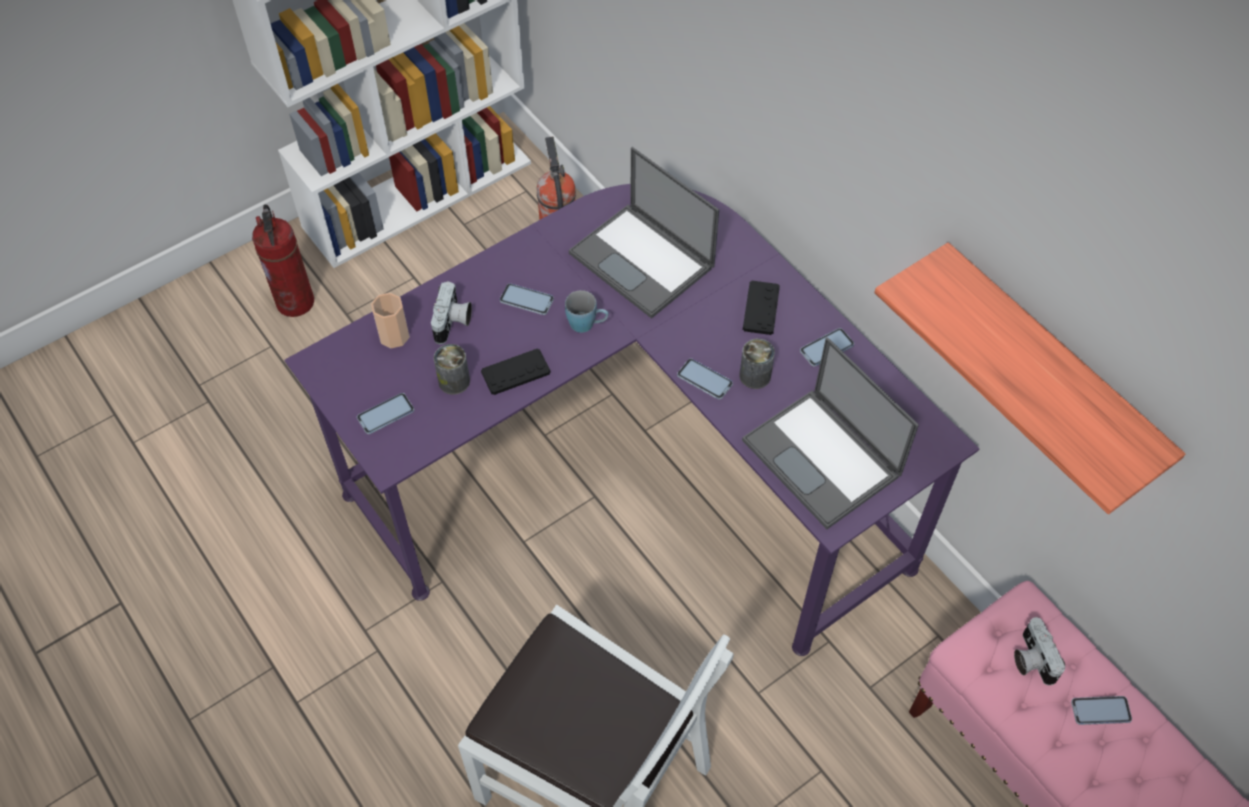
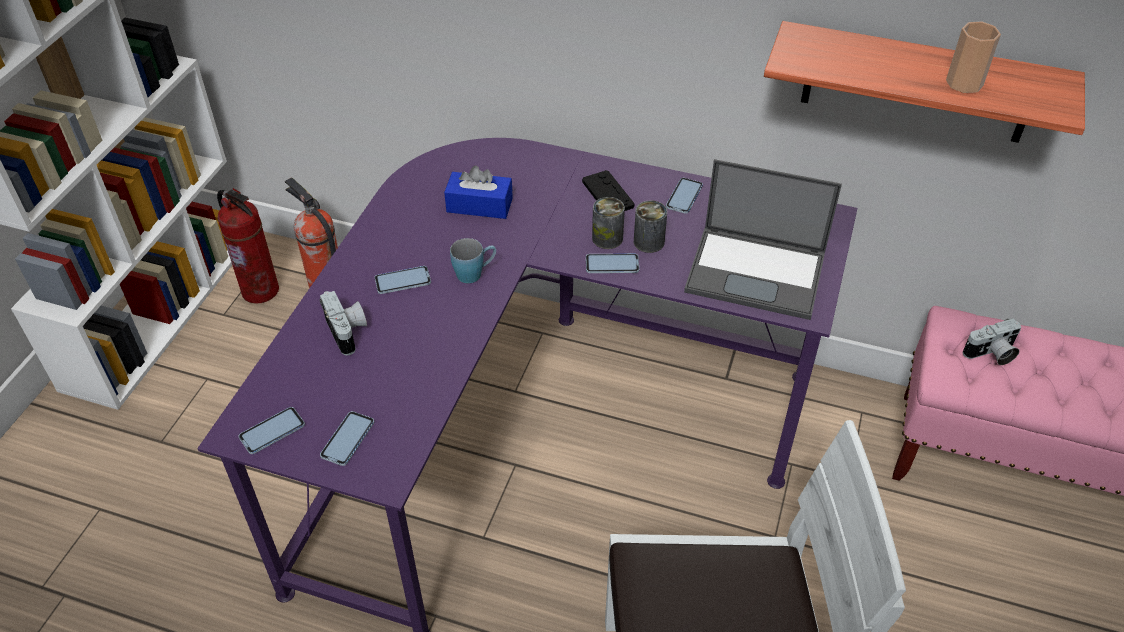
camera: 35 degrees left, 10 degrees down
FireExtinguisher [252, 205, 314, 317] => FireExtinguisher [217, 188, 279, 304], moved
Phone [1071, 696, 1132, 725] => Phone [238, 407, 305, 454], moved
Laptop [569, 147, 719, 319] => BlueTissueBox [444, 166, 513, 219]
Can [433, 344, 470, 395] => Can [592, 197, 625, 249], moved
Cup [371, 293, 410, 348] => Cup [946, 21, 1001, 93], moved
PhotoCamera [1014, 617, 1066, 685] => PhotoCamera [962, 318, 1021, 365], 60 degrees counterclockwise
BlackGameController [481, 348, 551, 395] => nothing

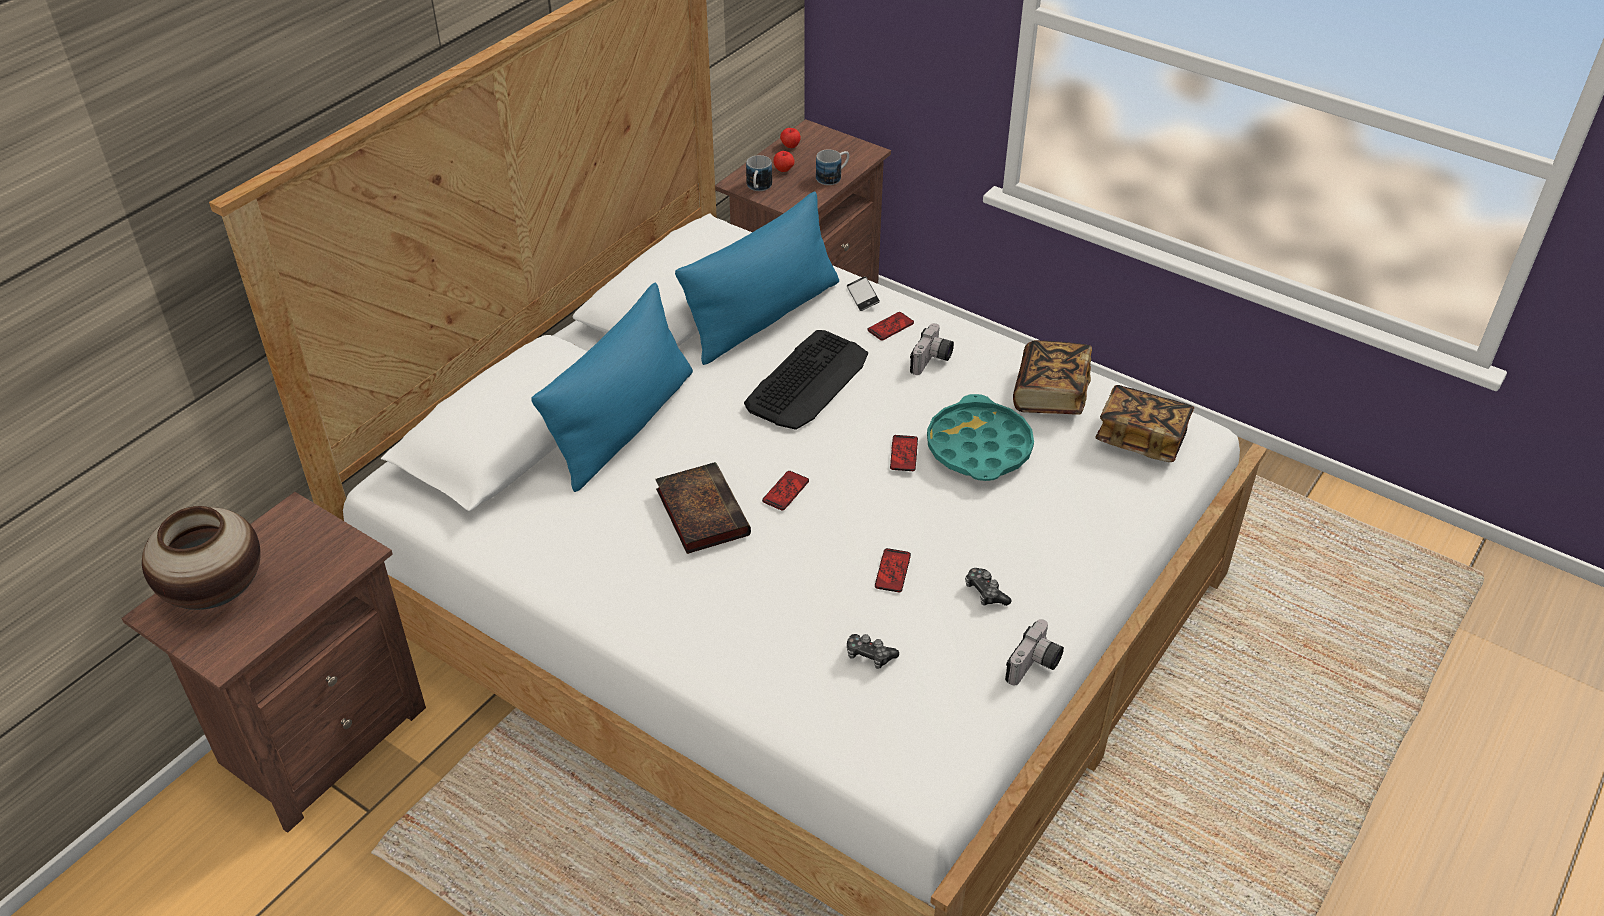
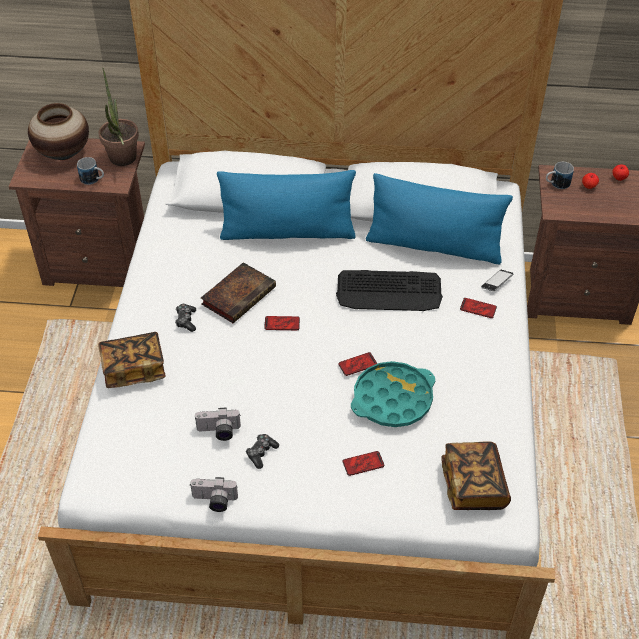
camera: 60 degrees right, 5 degrees up
Mug [816, 149, 849, 185] => Mug [77, 157, 104, 185], moved
Book [1013, 340, 1092, 415] => Book [98, 332, 166, 388], moved
nothing => PottedPlant [99, 68, 139, 166]
GameController [847, 634, 899, 669] => GameController [175, 304, 196, 332], moved
PhotoCamera [910, 323, 954, 375] => PhotoCamera [194, 407, 241, 441], moved
Phone [875, 548, 911, 592] => Phone [343, 451, 384, 476], moved

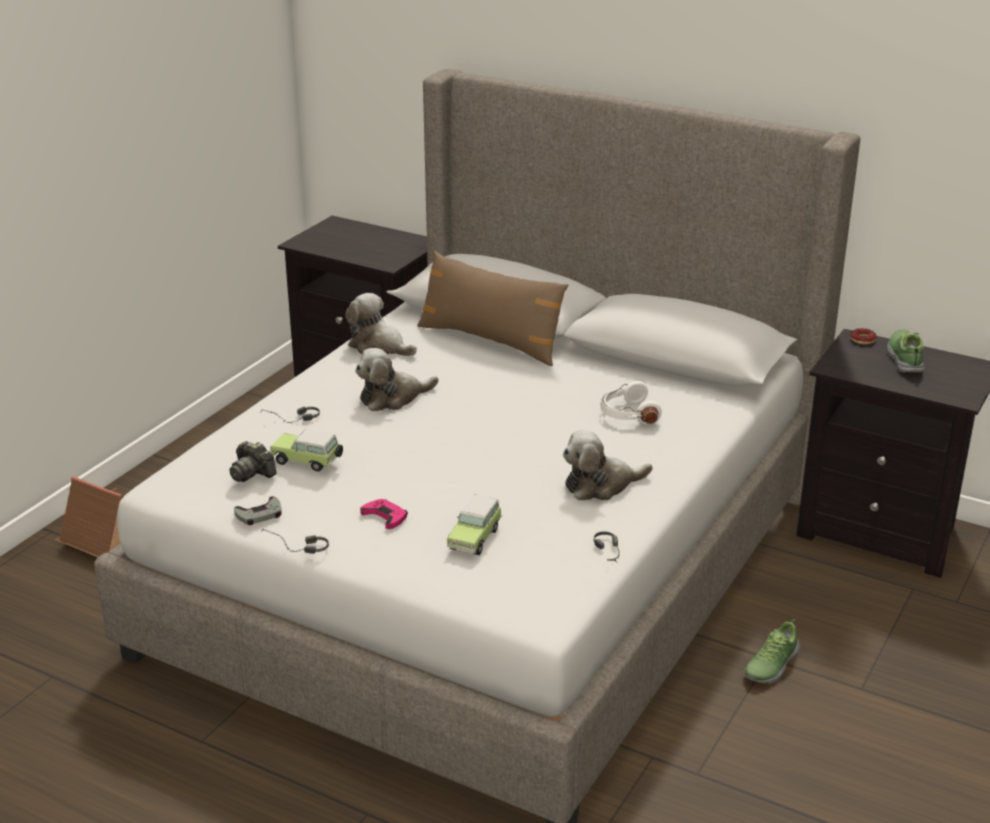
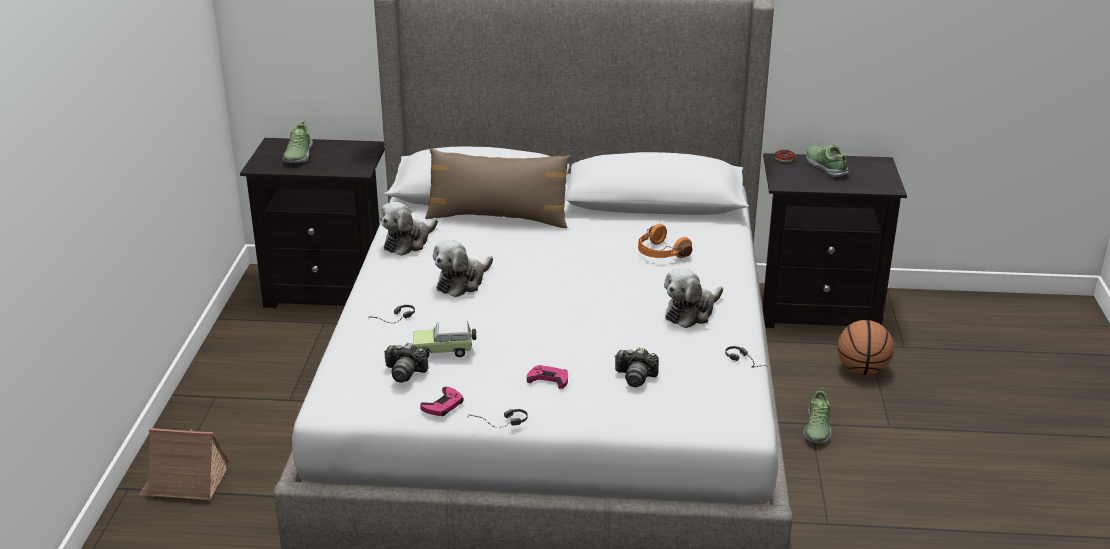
camera: 25 degrees left, 0 degrees up
nothing => Shoe [283, 121, 313, 163]
PlushToy [345, 293, 417, 356] => PlushToy [380, 202, 438, 256], 60 degrees counterclockwise
GreyGameController [234, 496, 281, 525] => PinkGameController [420, 387, 464, 416]
ToyCar [447, 494, 502, 555] => PhotoCamera [614, 347, 659, 387]
WhiteHeadphones [601, 381, 662, 425] => OrangeHeadphones [638, 224, 692, 258]
nothing => Basketball [837, 320, 894, 375]

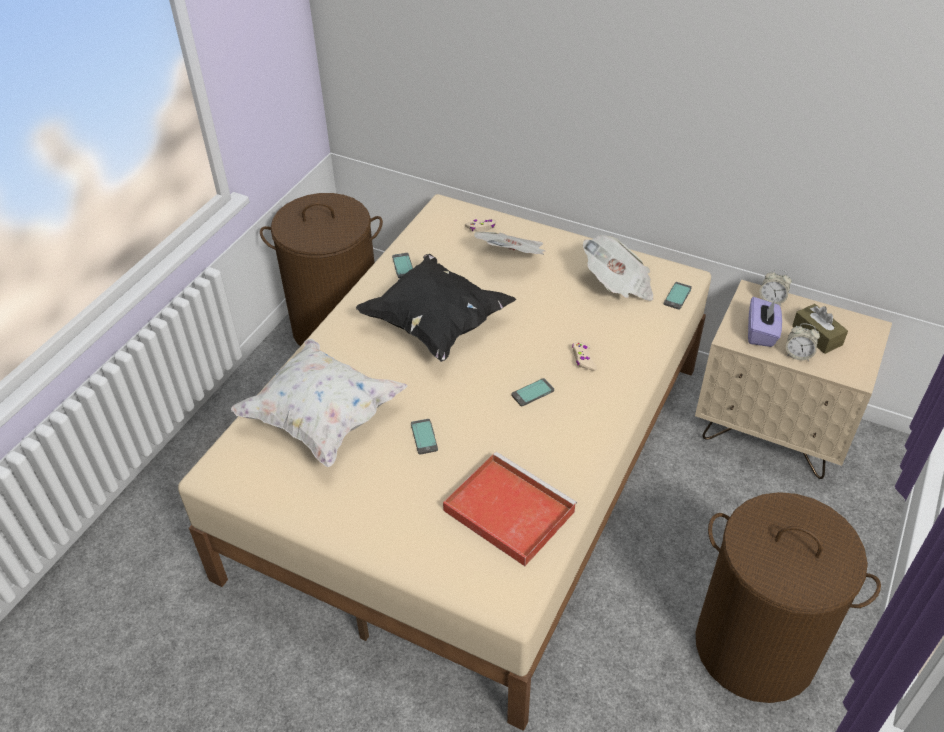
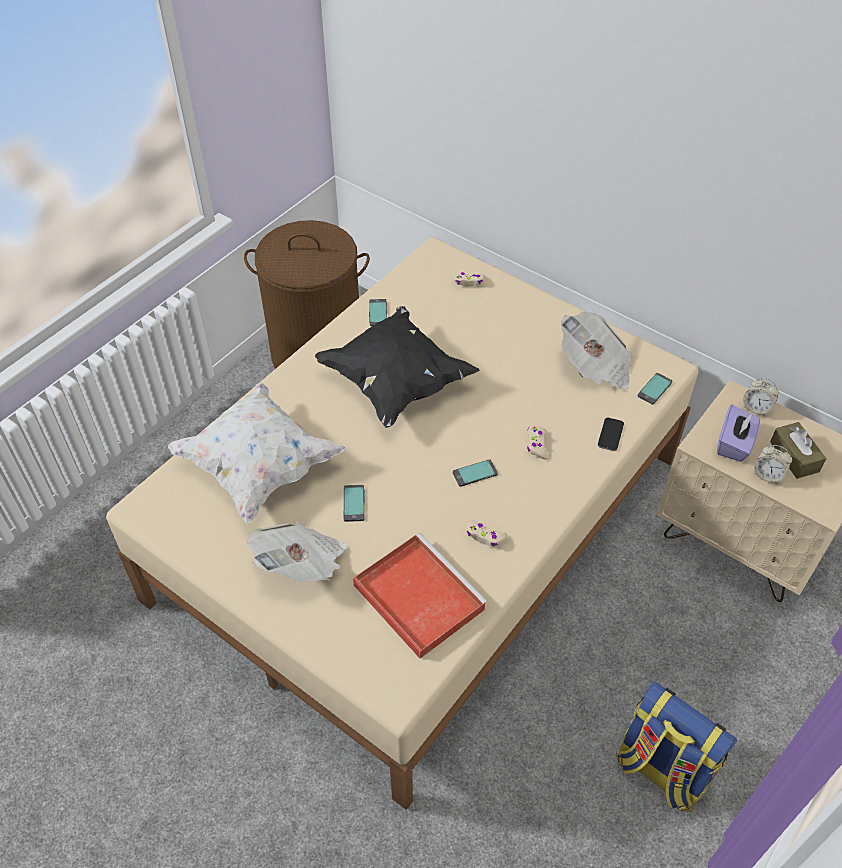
camera: 10 degrees right, 5 degrees up
Newspaper [474, 232, 545, 255] => Newspaper [247, 522, 347, 582], moved
nothing => BeigeGameController [467, 520, 508, 546]
nothing => Phone [598, 418, 624, 451]
BrownLaundryBasket [696, 492, 881, 703] => Backpack [616, 681, 737, 812]

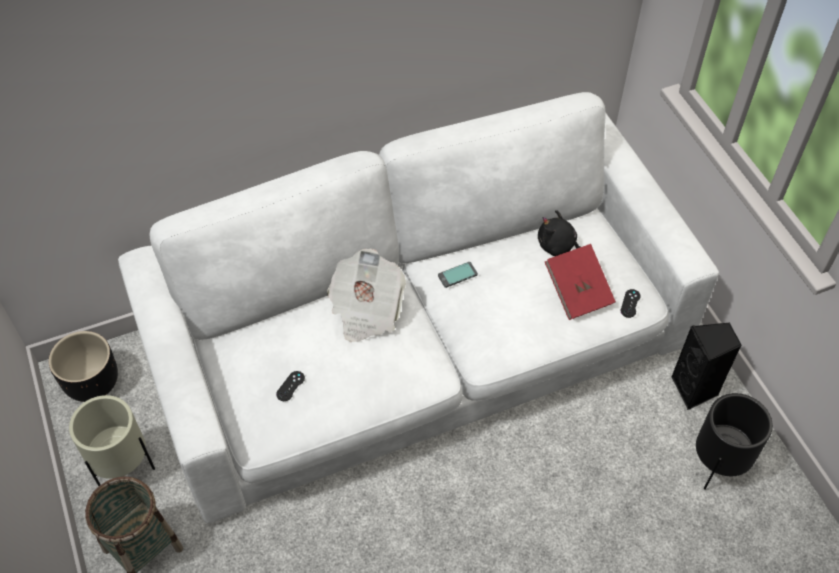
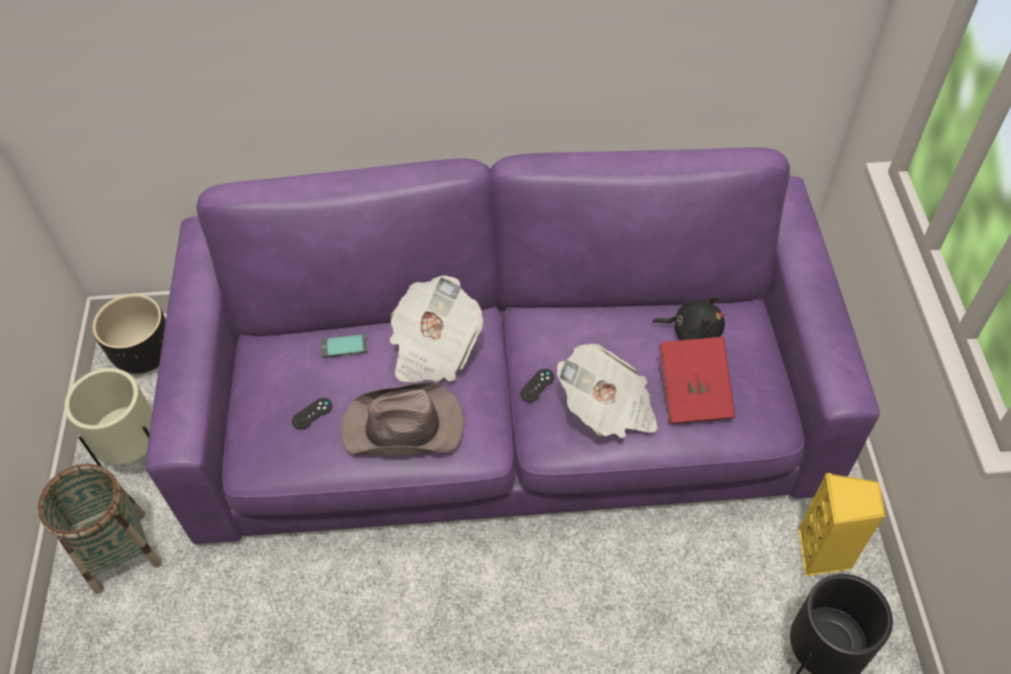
camera: 20 degrees right, 0 degrees up
WhiteSofa [118, 92, 719, 523] => PurpleSofa [145, 147, 880, 544]
Phone [438, 262, 478, 288] => Phone [321, 334, 367, 358], moved
nothing => BrownHat [341, 382, 464, 455]
BlackGameController [621, 289, 641, 318] => BlackGameController [520, 369, 554, 402], moved
nothing => Newspaper [557, 344, 658, 438]
BlackPlushToy [538, 210, 580, 256] => BlackPlushToy [653, 297, 726, 340], 150 degrees clockwise
BlackSpeaker [671, 323, 742, 410] => YellowSpeaker [798, 473, 886, 576]

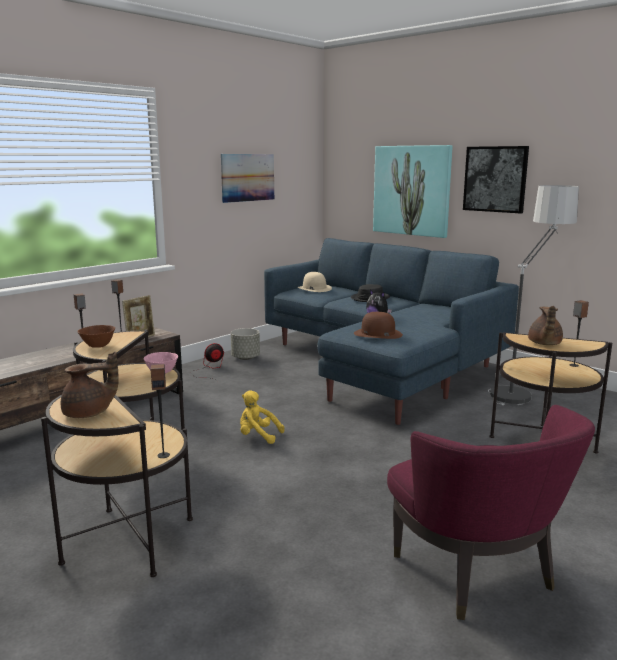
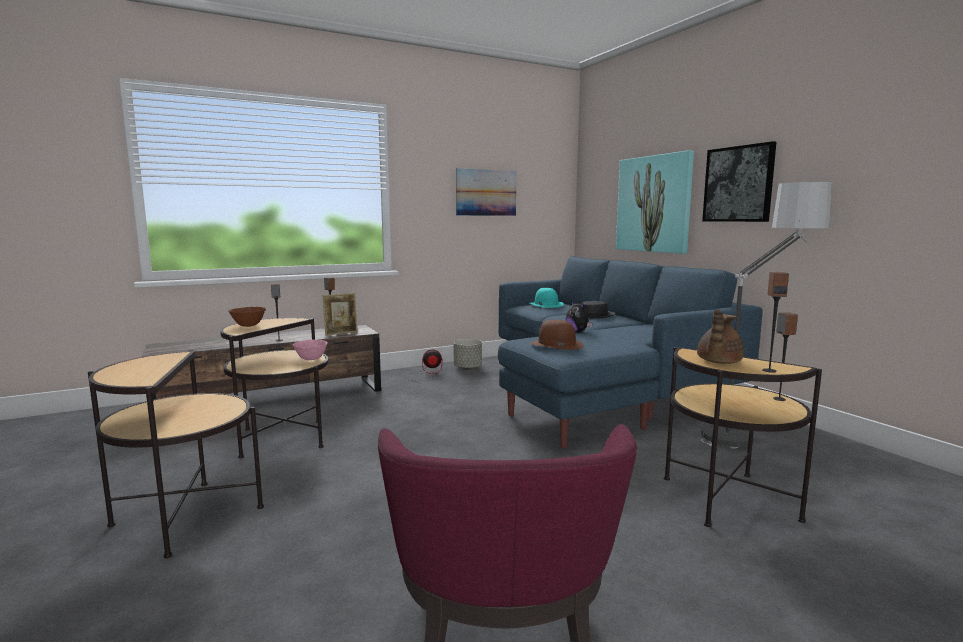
camera: 20 degrees right, 5 degrees down
BeigeHat [297, 272, 332, 292] => TurquoiseHat [530, 288, 564, 308]
Speaker [151, 364, 170, 458] => Speaker [762, 272, 789, 373], moved
BrownTeapot [61, 352, 119, 418] => nothing
YellowPlushToy [240, 391, 285, 444] => nothing

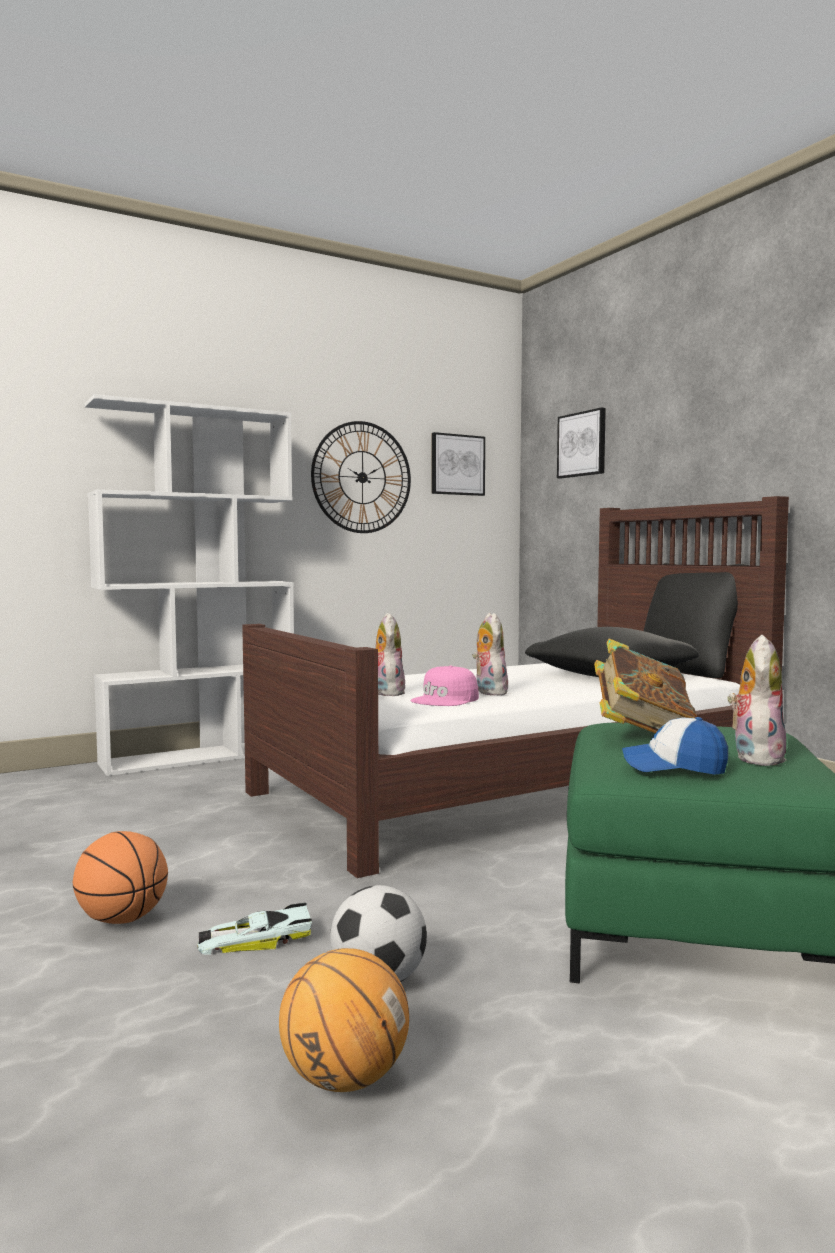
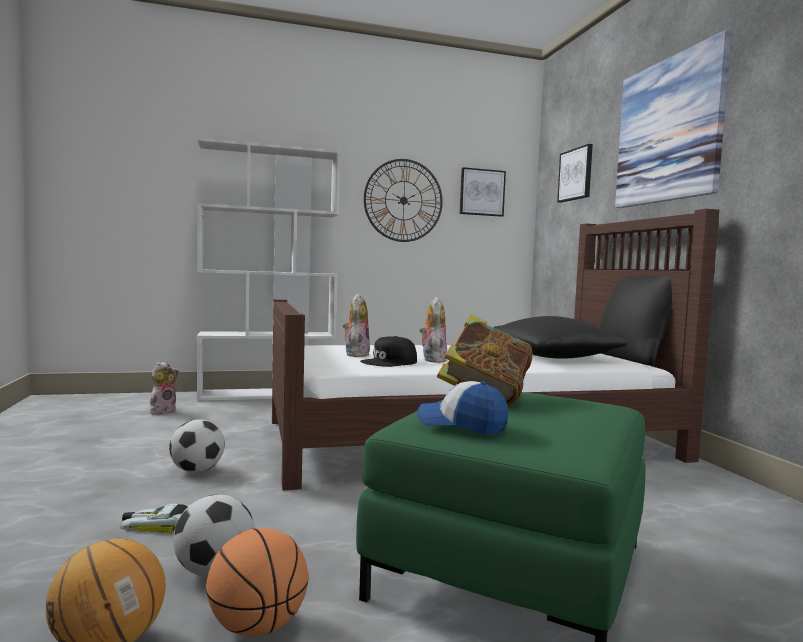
camera: 15 degrees right, 0 degrees up
PlushToy [727, 635, 787, 766] => PlushToy [150, 361, 179, 414], moved
nothing => Football [169, 419, 225, 473]
Basketball [73, 831, 168, 924] => Basketball [206, 528, 309, 636], moved
PinkCap [411, 666, 479, 706] => BlackCap [360, 336, 417, 367]
nothing => Picture [615, 30, 732, 208]

